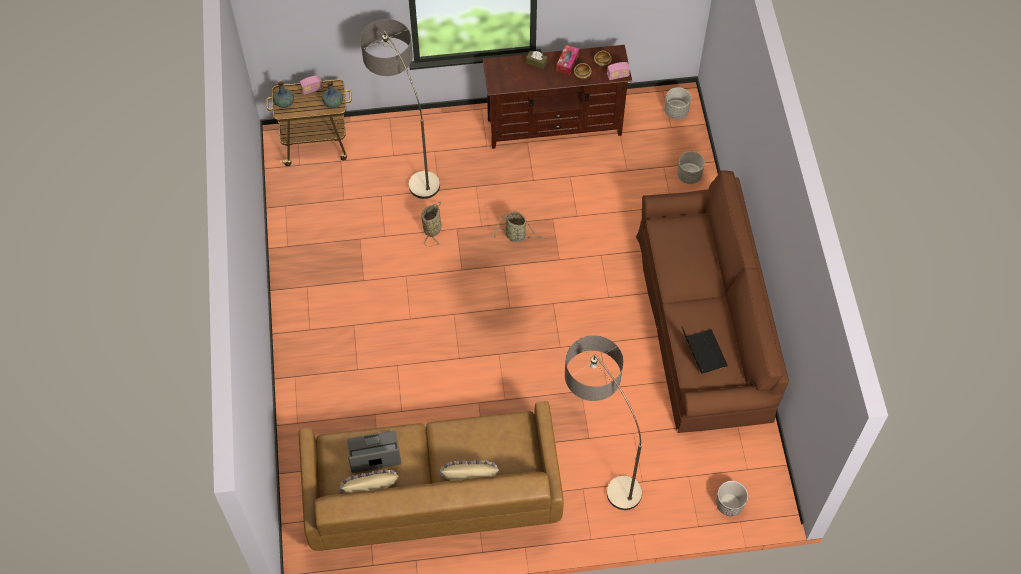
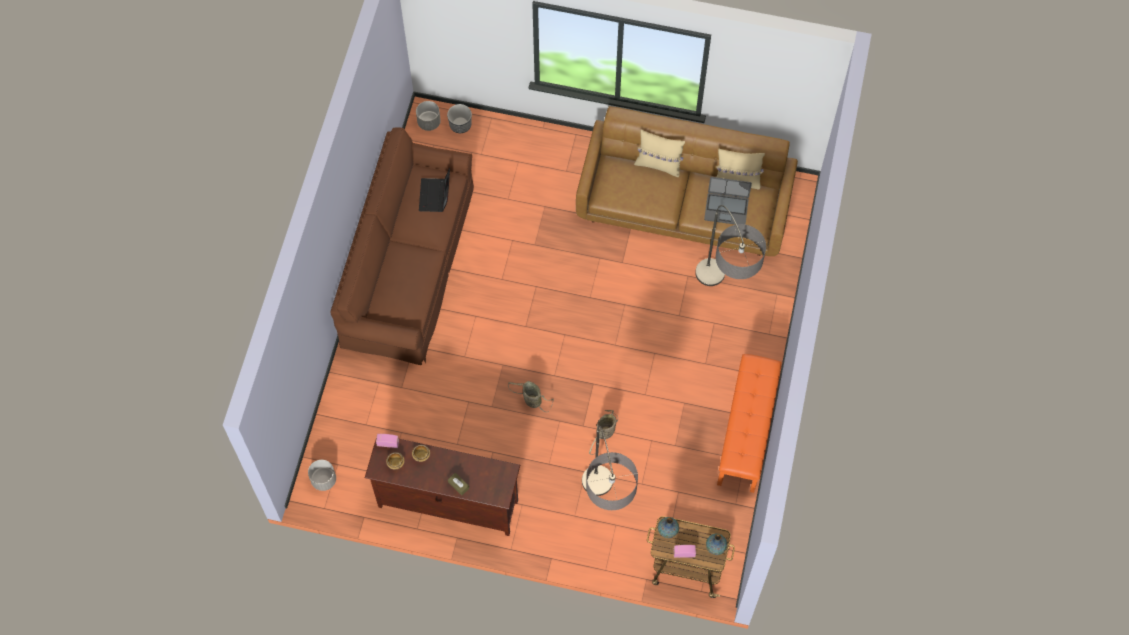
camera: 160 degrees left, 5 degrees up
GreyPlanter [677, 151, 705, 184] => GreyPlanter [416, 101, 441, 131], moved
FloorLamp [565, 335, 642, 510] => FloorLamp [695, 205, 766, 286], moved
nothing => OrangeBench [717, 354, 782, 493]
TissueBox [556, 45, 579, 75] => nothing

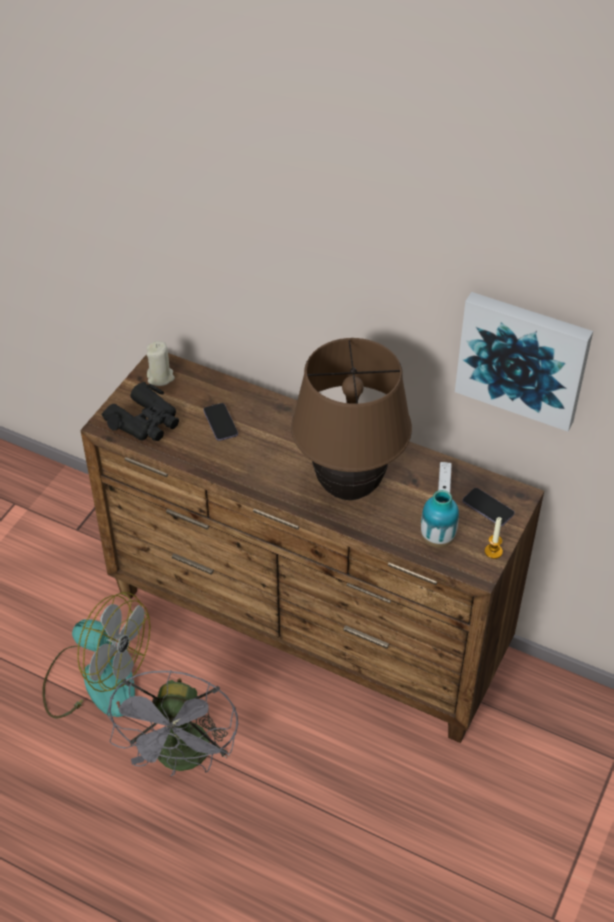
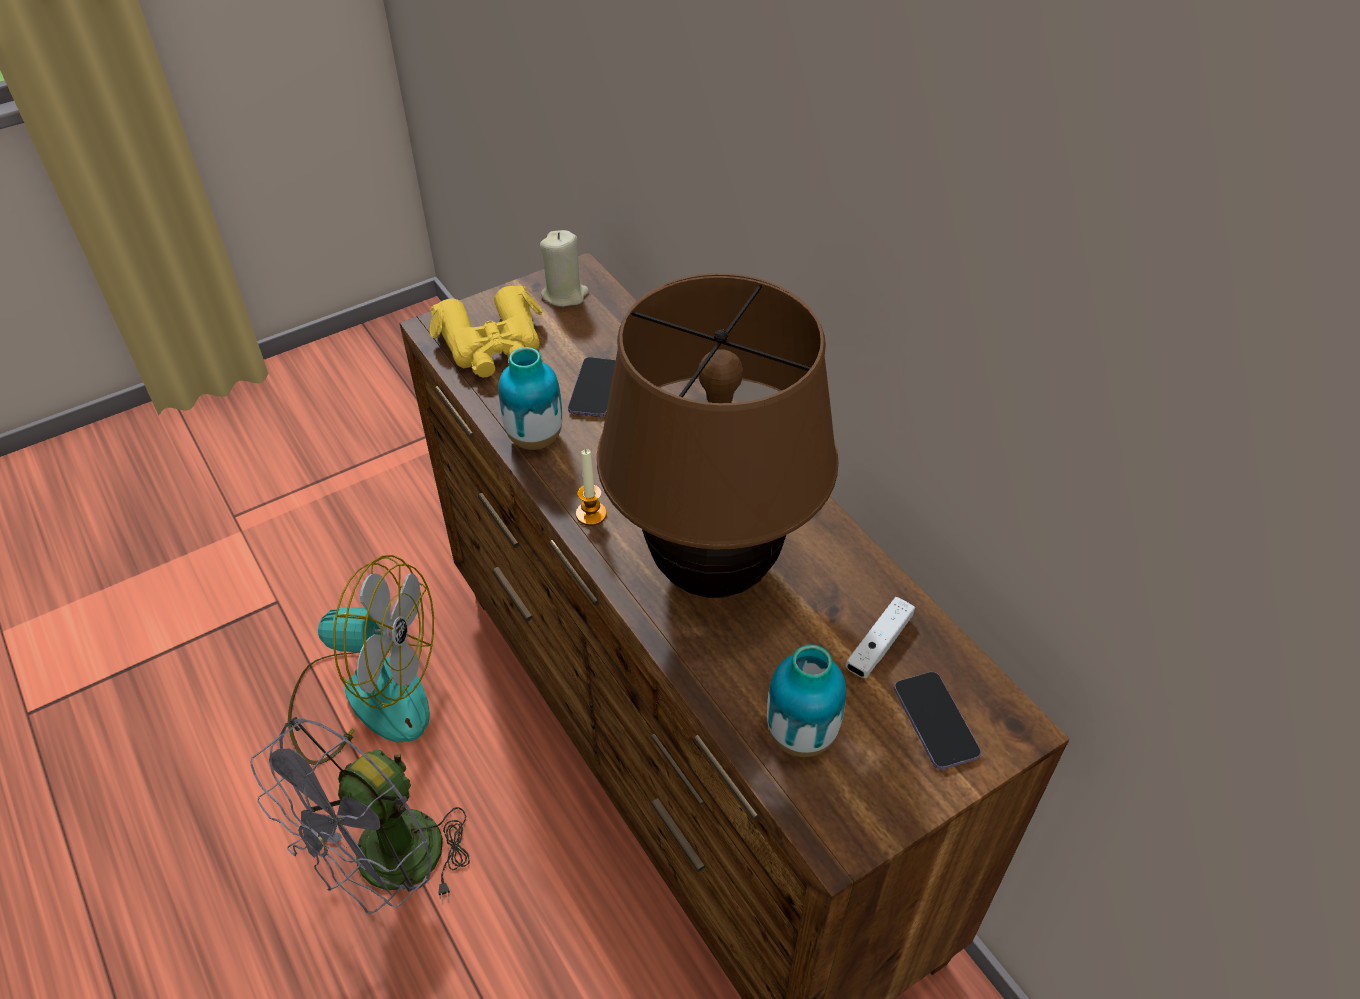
camera: 30 degrees right, 0 degrees up
Fan [42, 592, 150, 719] => Fan [288, 555, 434, 765], 45 degrees counterclockwise
BlackBinoculars [102, 382, 179, 441] => YellowBinoculars [430, 286, 543, 378]
nothing => Vase [498, 347, 562, 450]
Candle [485, 517, 503, 559] => Candle [576, 449, 607, 526], moved
Picture [455, 292, 593, 432] => nothing

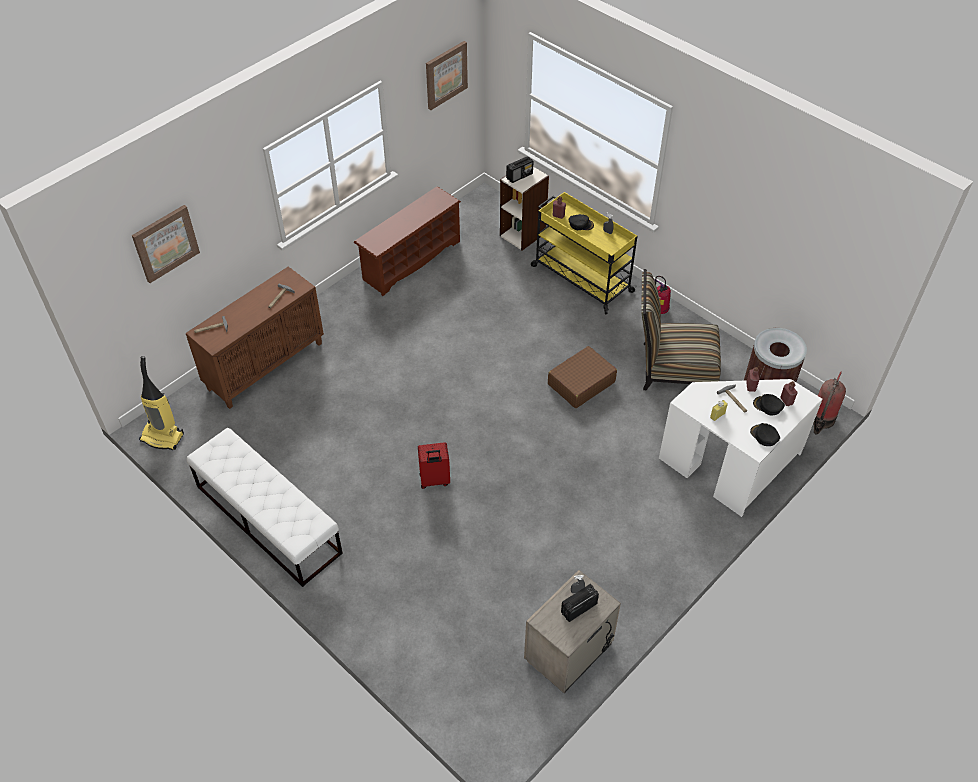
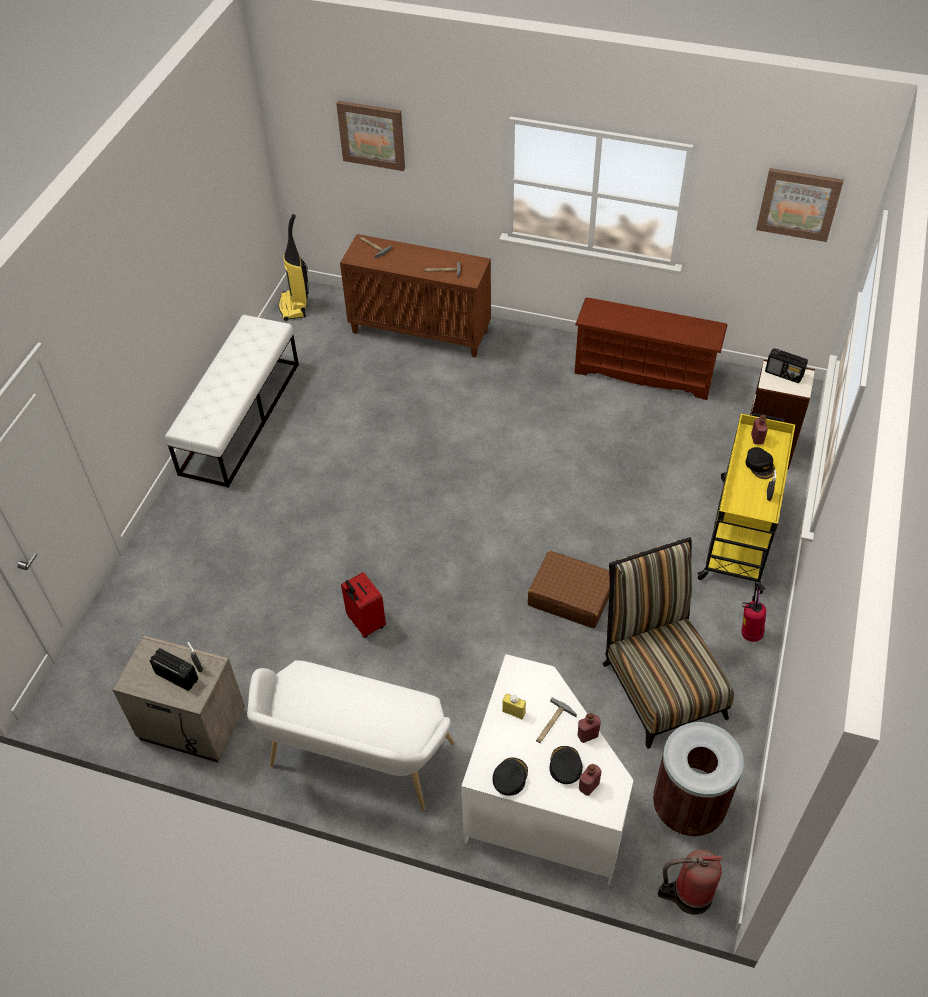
camera: 65 degrees right, 0 degrees up
nothing => WhiteBench [247, 660, 454, 811]
RedSuitcase [418, 442, 450, 489] => RedSuitcase [341, 572, 386, 638], moved

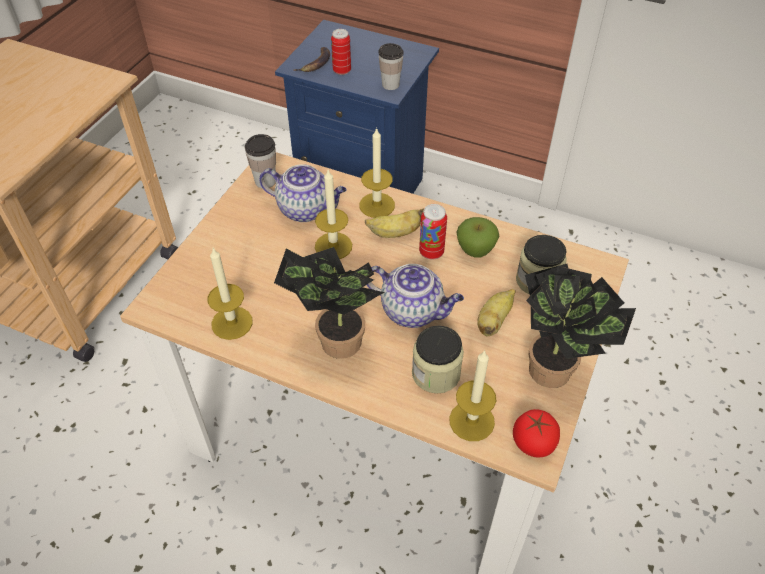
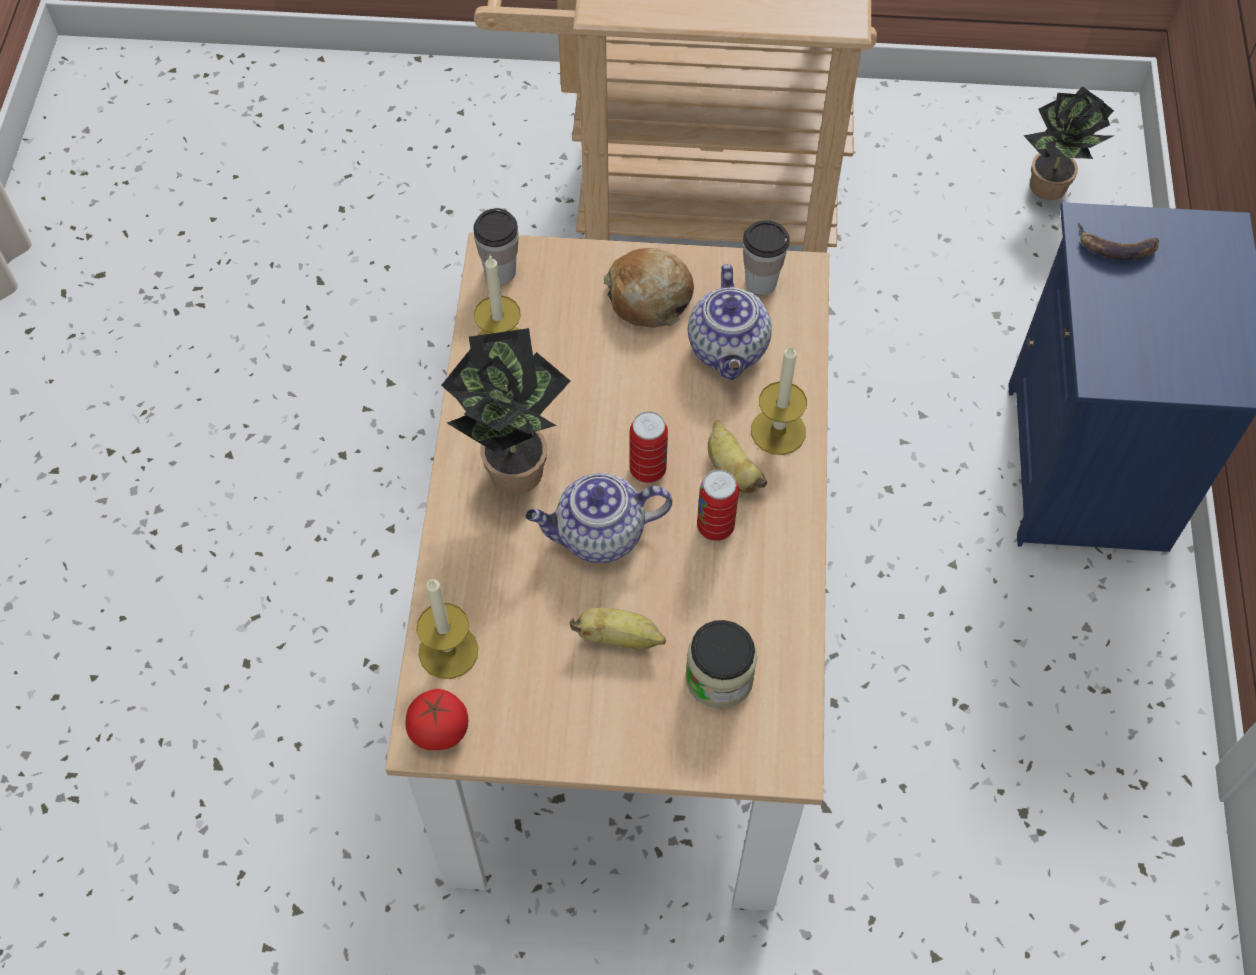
camera: 70 degrees right, 10 degrees up
Cup [378, 43, 404, 90] => Cup [473, 208, 519, 284], moved
Teapot [367, 264, 464, 328] => Teapot [525, 473, 672, 563], 75 degrees clockwise
nothing => Bread [604, 248, 694, 328]
Can [331, 29, 351, 75] => Can [629, 411, 668, 483], moved
PottedPlant [525, 264, 636, 388] => PottedPlant [1023, 87, 1114, 200], moved
Candle [315, 170, 352, 259] => nothing
Jar [412, 326, 464, 394] => nothing
Apple [457, 217, 499, 258] => nothing

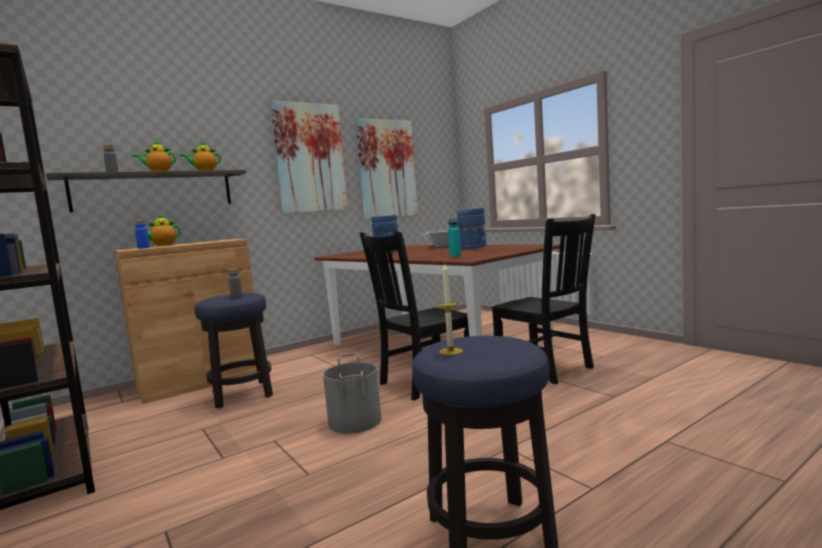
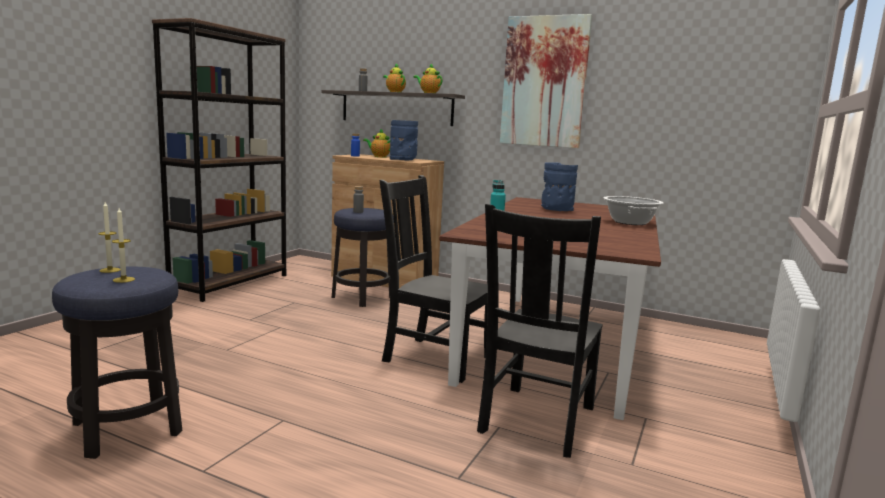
camera: 60 degrees right, 5 degrees up
nothing => Candle [112, 208, 135, 283]
BlueVase [457, 208, 486, 250] => BlueVase [390, 120, 418, 161], moved
GreyBucket [323, 353, 381, 434] => nothing
Picture [355, 118, 418, 219] => nothing

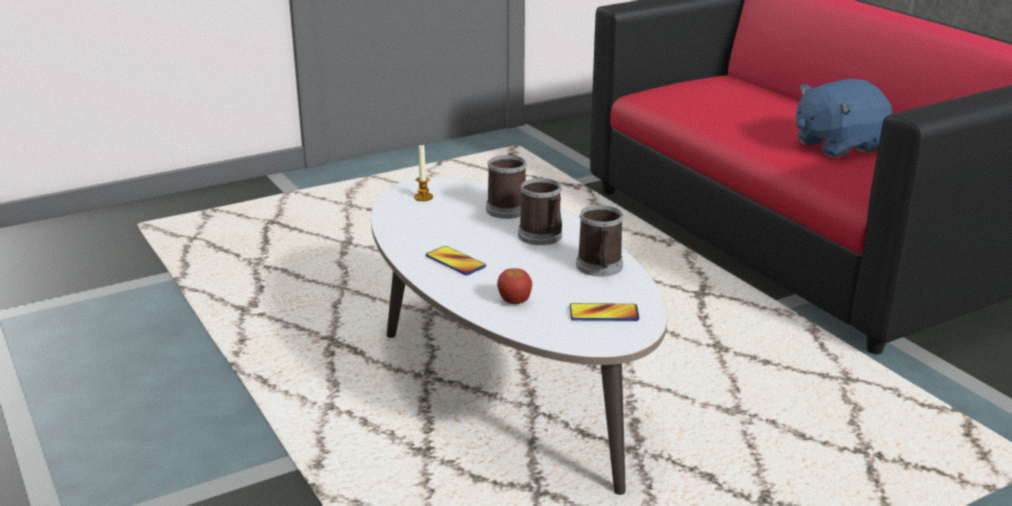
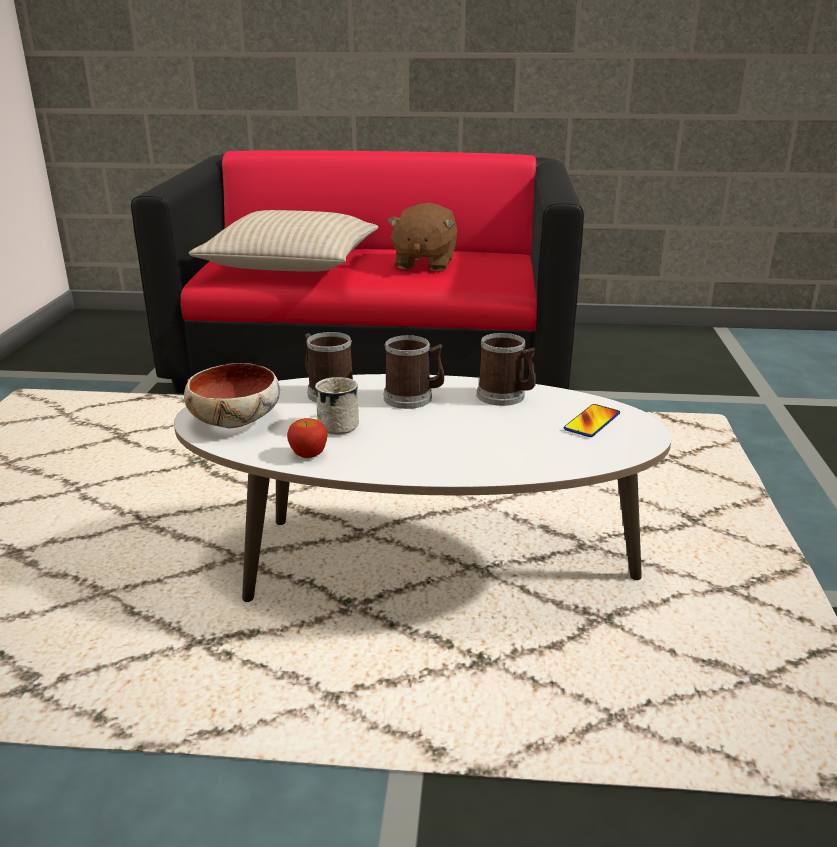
camera: 55 degrees left, 0 degrees up
Candle [414, 144, 433, 201] => Bowl [184, 363, 280, 428]
nothing => BeigePillow [189, 210, 379, 272]
Apple [497, 268, 532, 304] => Apple [287, 418, 328, 458], moved
nothing => WhiteMug [315, 377, 359, 435]
BluePlushToy [796, 79, 892, 158] => BrownPlushToy [387, 203, 457, 271]
Phone [426, 246, 486, 275] => nothing

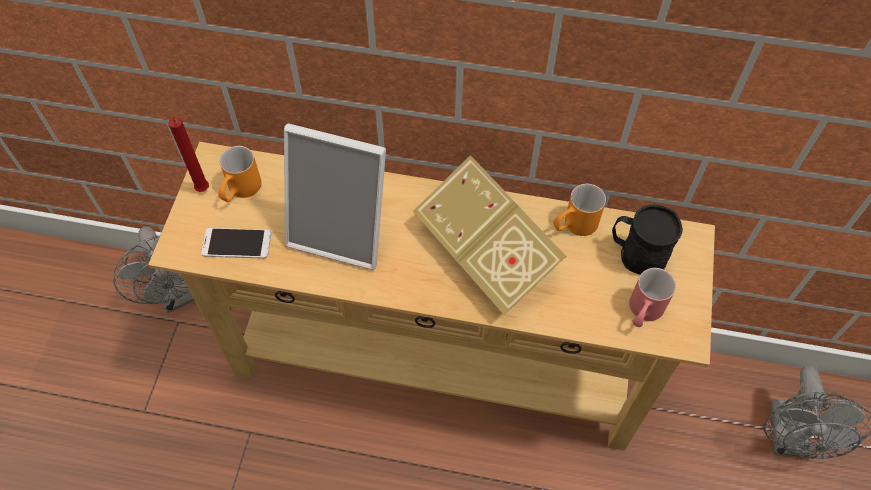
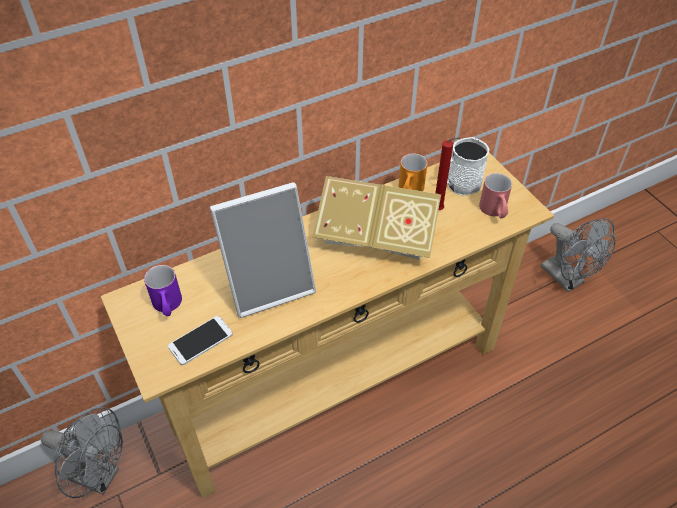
camera: 40 degrees left, 10 degrees down
OrangeMug [218, 146, 262, 202] => PurpleMug [144, 265, 182, 316]
RedCandle [169, 117, 209, 192] => RedCandle [435, 137, 460, 210], moved
BlackMug [612, 204, 683, 275] => WhiteMug [447, 137, 489, 195]

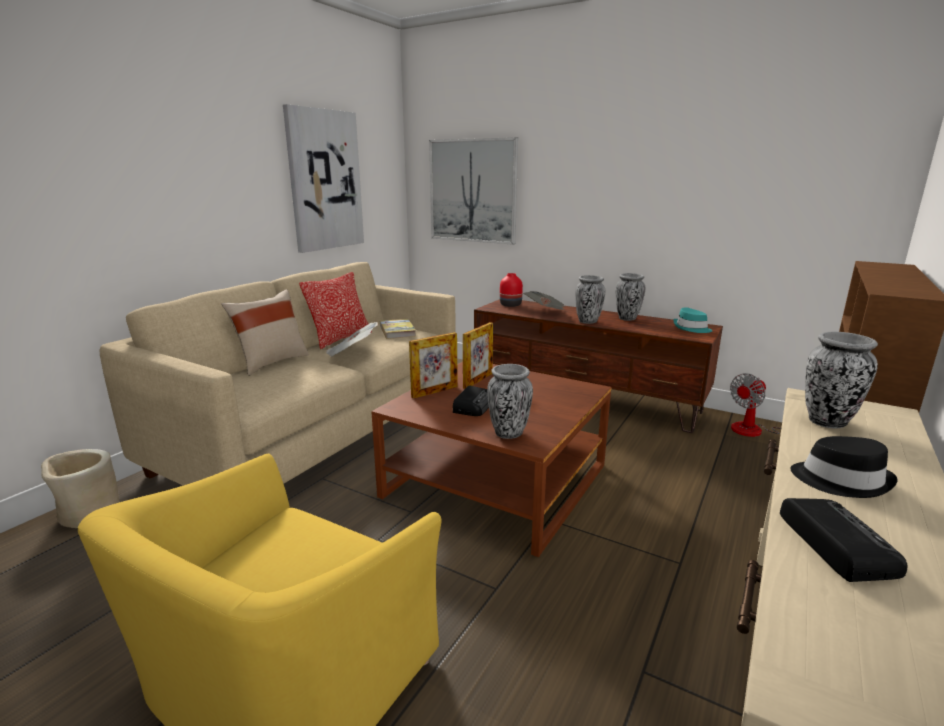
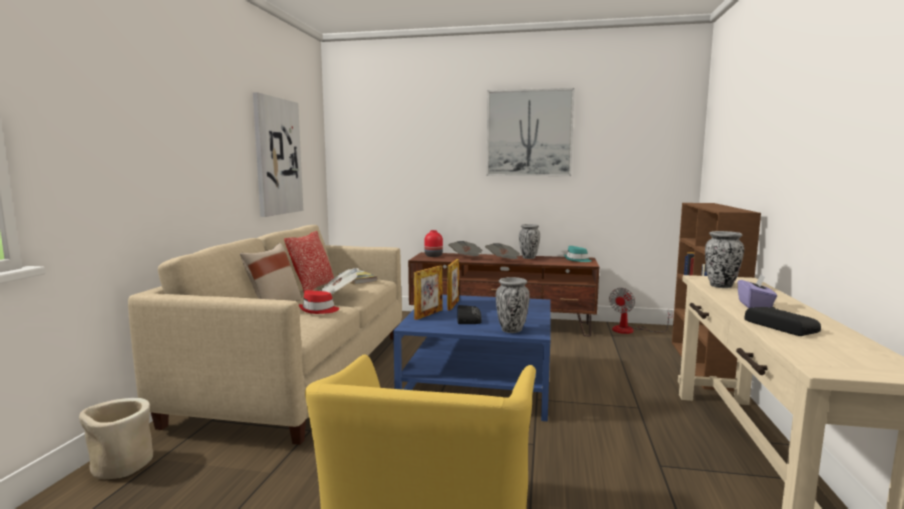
camera: 20 degrees left, 10 degrees down
nothing => RedHat [299, 290, 339, 314]
BrownCoffeeTable [371, 362, 612, 557] => BlueCoffeeTable [393, 295, 551, 422]
Vase [575, 275, 605, 324] => Newspaper [485, 243, 520, 259]
Picture [429, 137, 518, 245] => Picture [486, 88, 575, 176], moved
BlackHat [790, 436, 898, 498] => PurpleTissueBox [738, 274, 777, 308]

